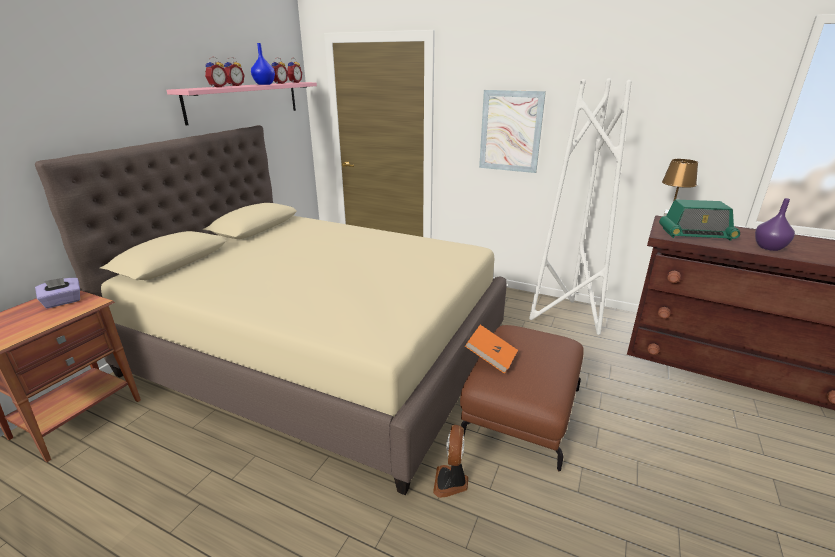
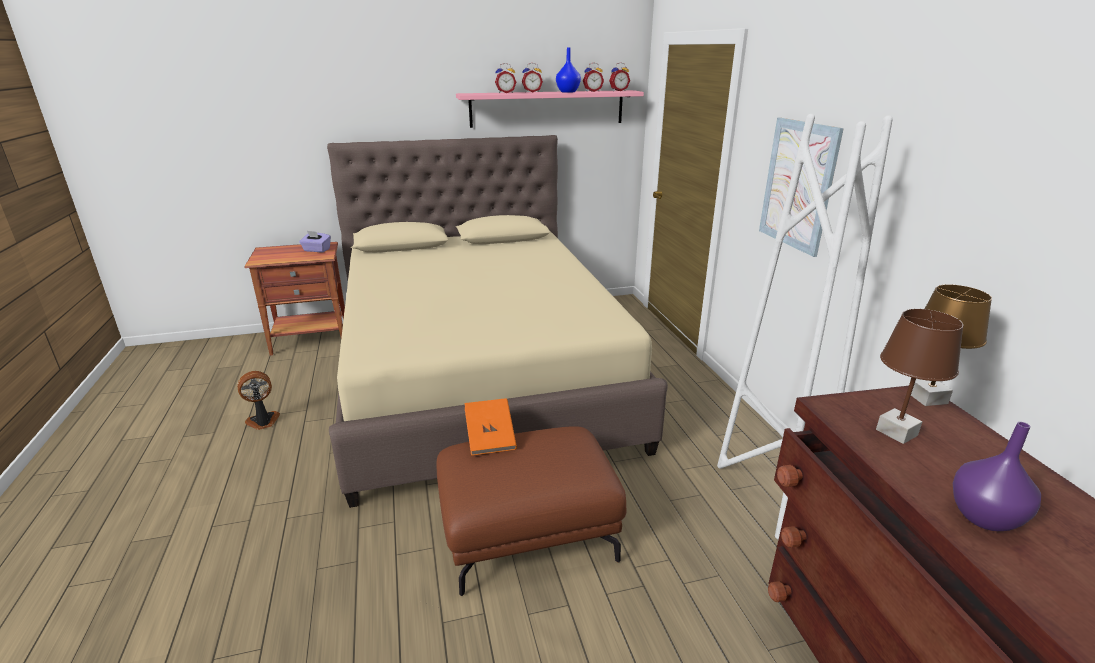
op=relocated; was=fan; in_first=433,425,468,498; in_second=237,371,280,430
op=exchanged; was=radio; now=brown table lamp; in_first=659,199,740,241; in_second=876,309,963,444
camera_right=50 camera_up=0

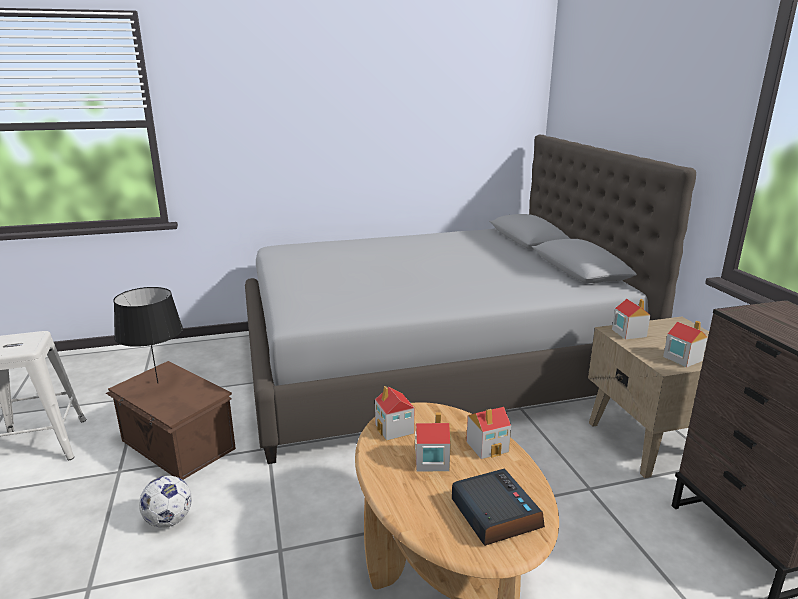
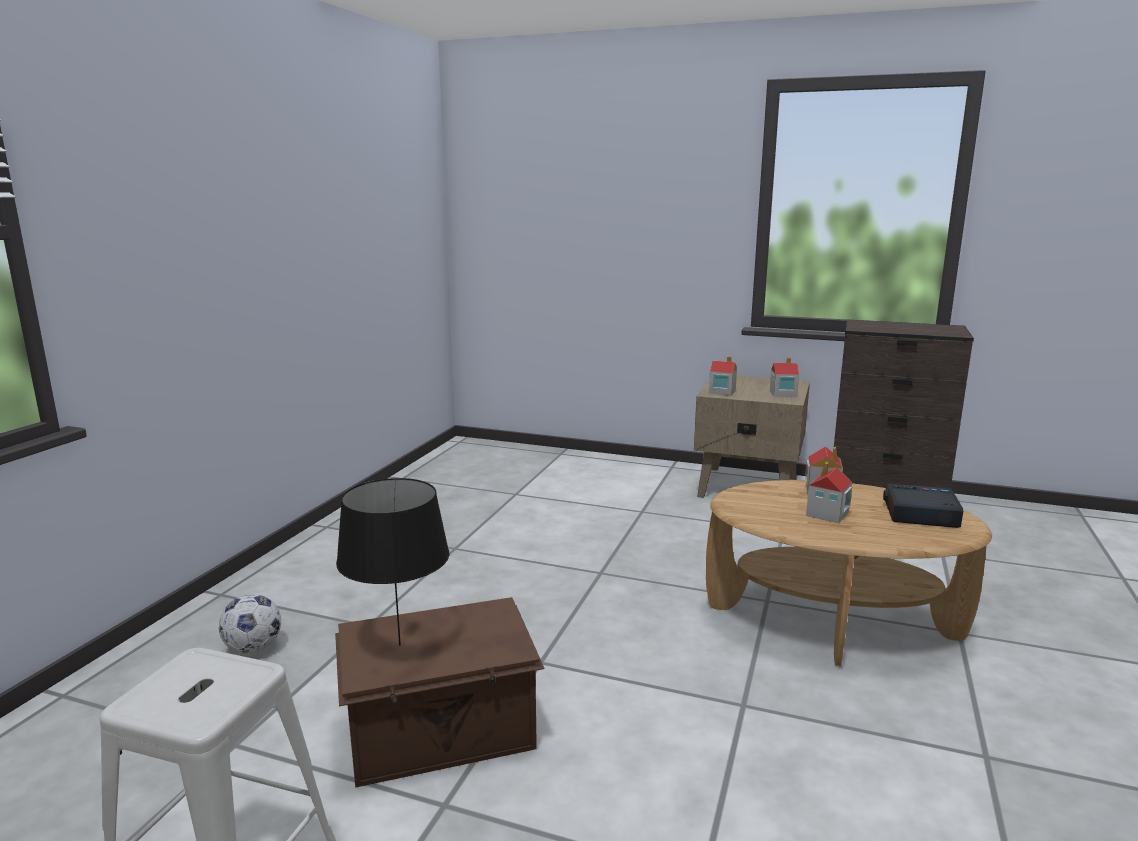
op=missing; was=grey bed; in_first=245,135,696,464
op=missing; was=toy house; in_first=375,386,414,441
op=relocated; was=football; in_first=139,476,192,528; in_second=219,594,281,654
camera_right=-55 camera_up=-5

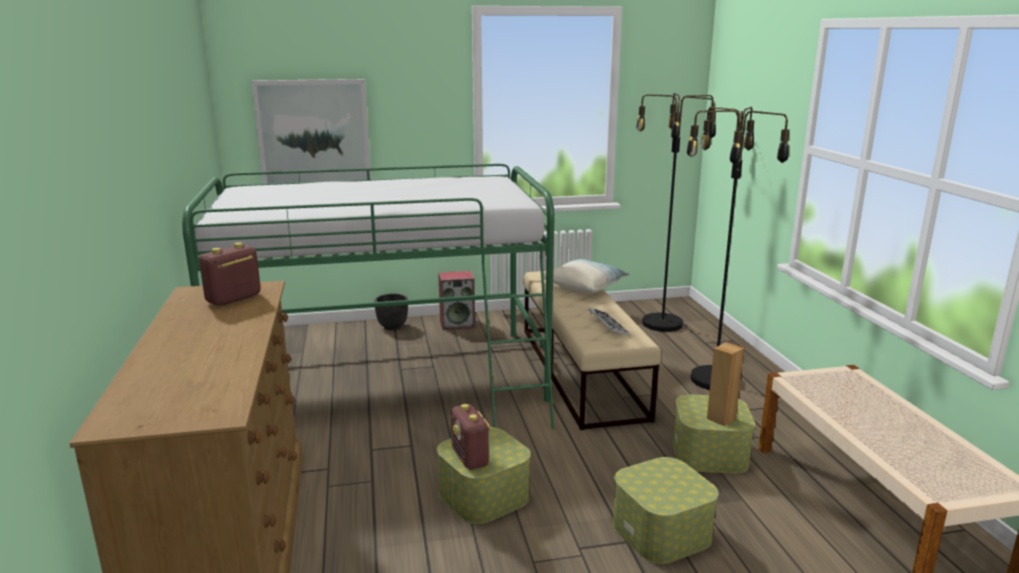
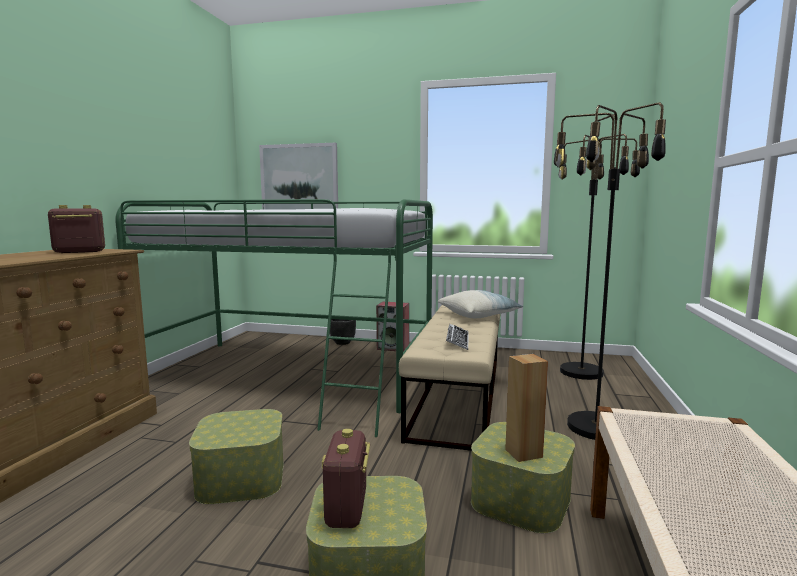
op=relocated; was=radio; in_first=451,404,492,470; in_second=322,428,370,528
camera_right=25 camera_up=-10

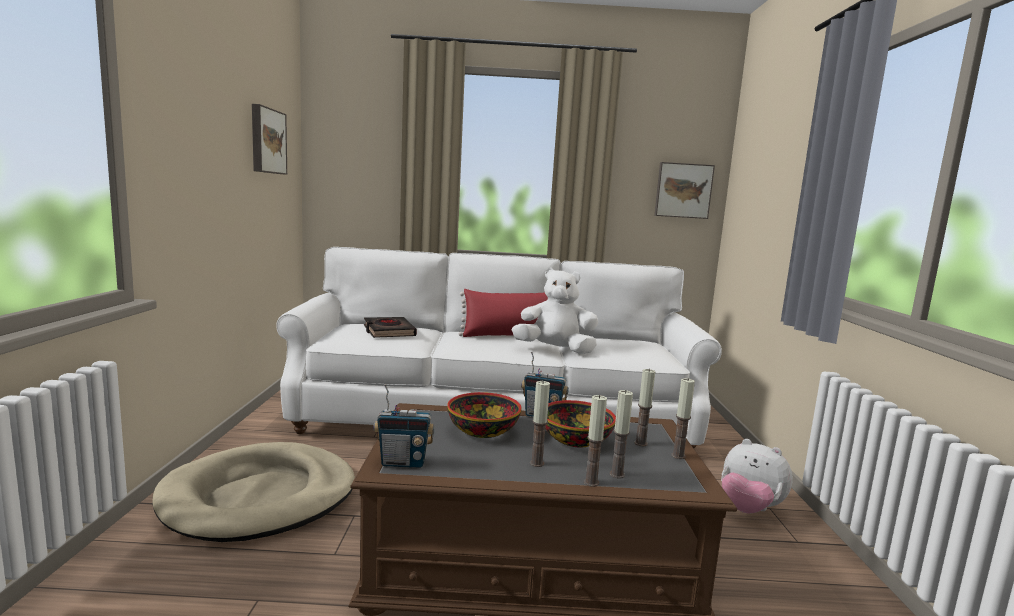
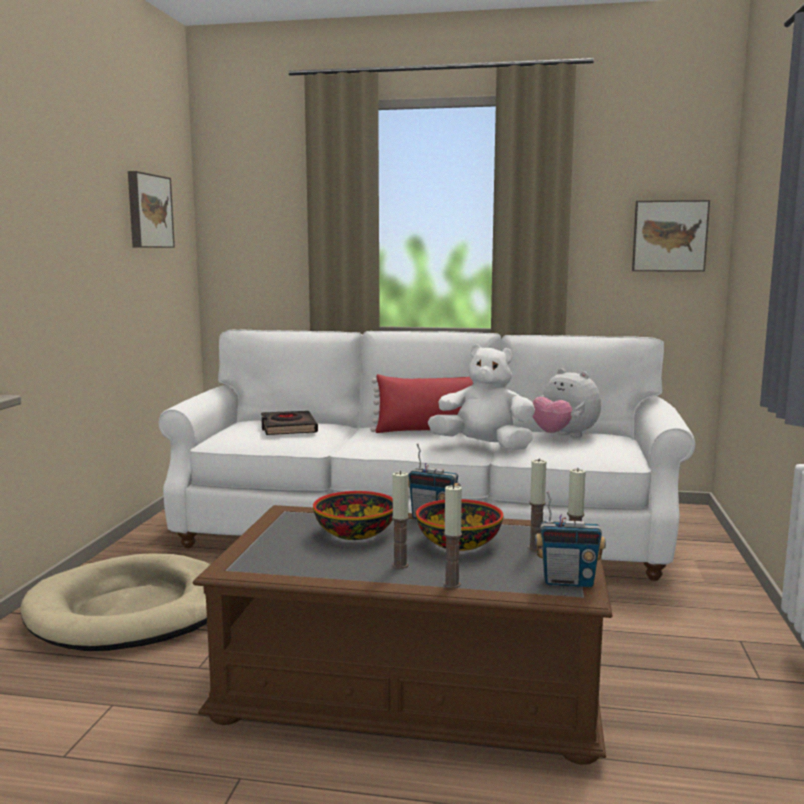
op=missing; was=candle; in_first=610,390,633,479
op=relocated; was=radio; in_first=373,384,435,468; in_second=535,491,606,587
op=relocated; was=plush toy; in_first=721,439,793,513; in_second=532,368,601,438
camera_right=10 camera_up=0

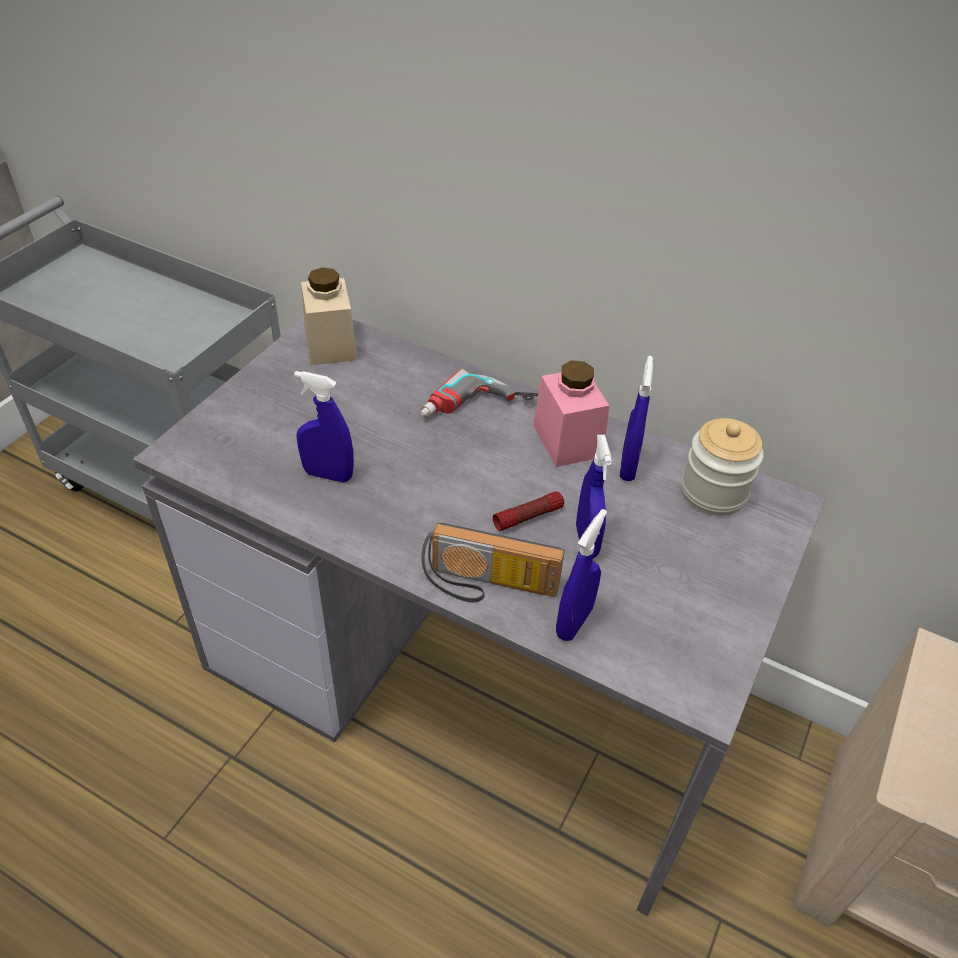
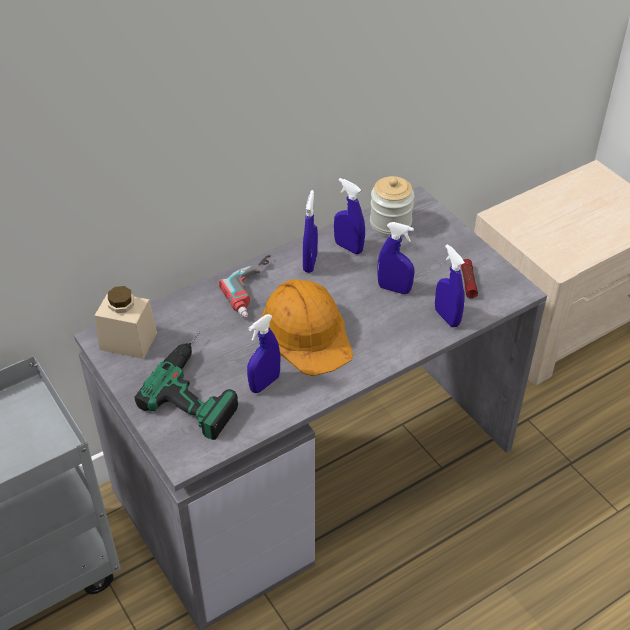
op=missing; was=radio; in_first=421,523,565,603
op=appeared; now=power drill; in_second=135,332,238,440
op=appeared; now=orange hard hat; in_second=260,279,353,376
op=relocated; was=flashlight; in_first=493,491,564,531; in_second=461,259,478,298
op=exchanged; was=pink jar; now=blue spray bottle; in_first=533,360,609,467; in_second=303,190,318,273
camera_right=-60 camera_up=0

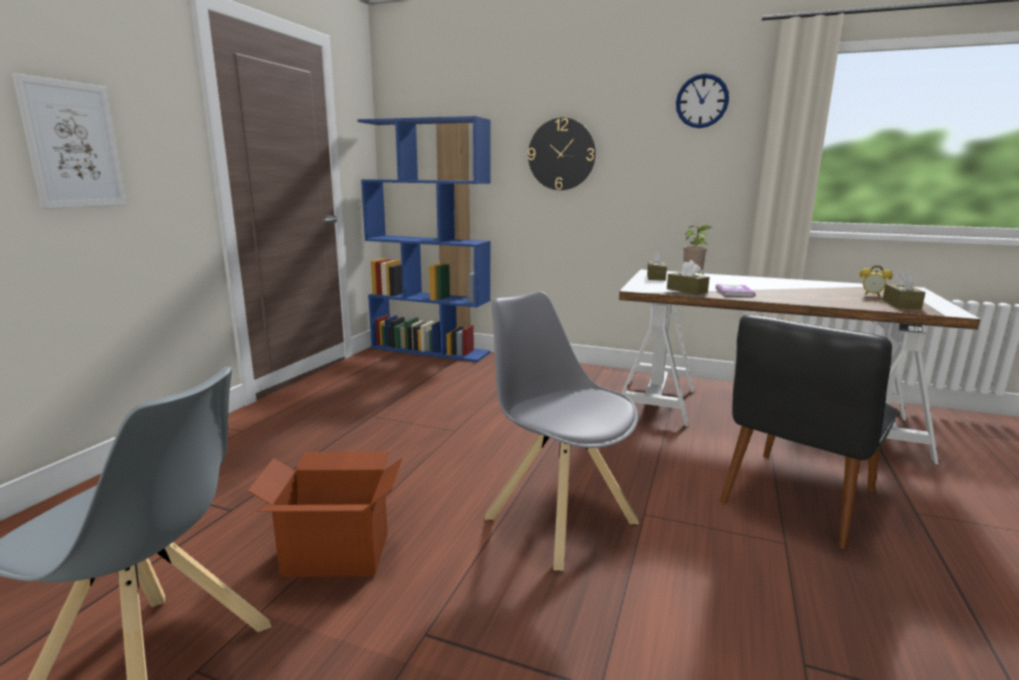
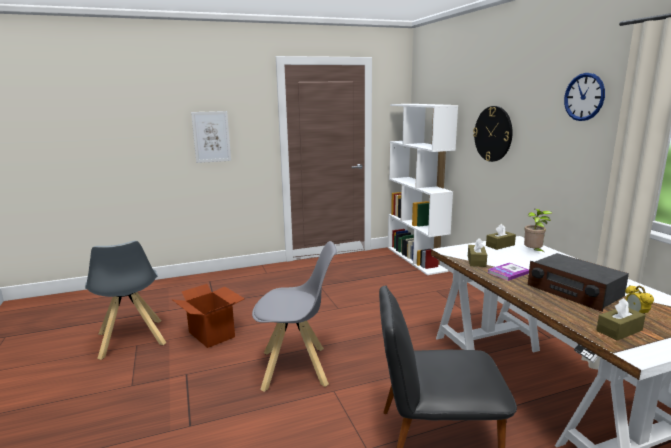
op=appeared; now=radio; in_second=528,253,629,312
op=colour; was=blue bookcase; now=white bookcase; in_first=357,116,491,362; in_second=388,104,458,275
op=spun; was=grey chair; in_first=485,291,639,571; in_second=252,241,337,392; clockwise=75
camera_right=50 camera_up=0

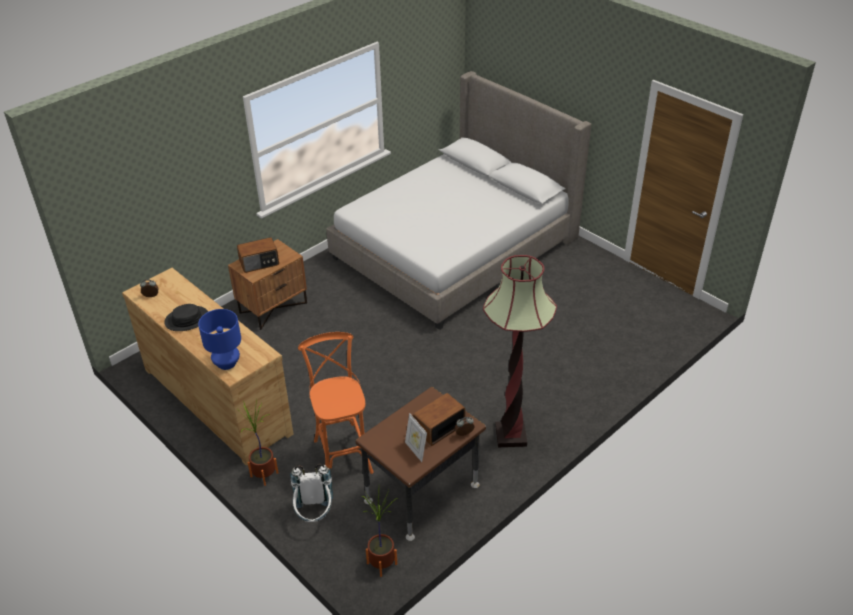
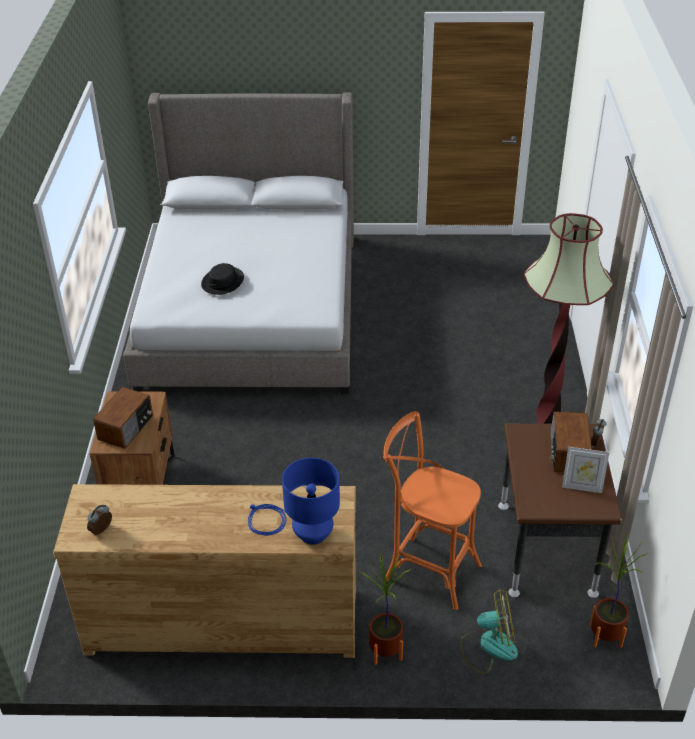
op=relocated; was=black hat; in_first=164,304,208,331; in_second=201,263,244,295
op=exchanged; was=white backpack; now=fan; in_first=290,464,333,522; in_second=460,589,518,674
camera_right=-45 camera_up=0

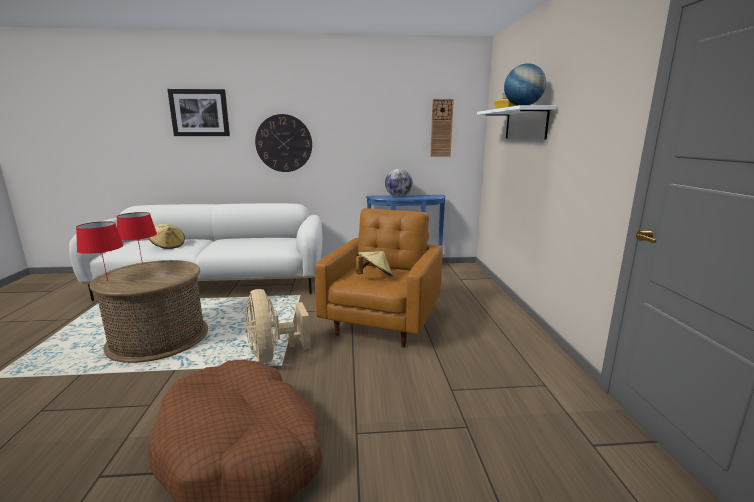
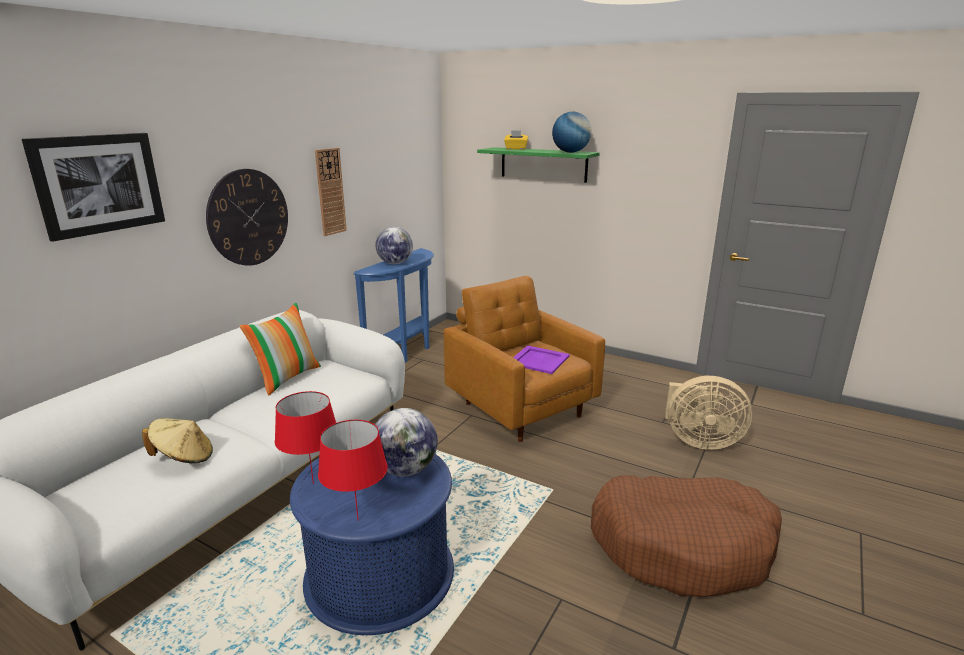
op=appeared; now=pillow; in_second=239,303,321,395
op=appeared; now=globe; in_second=375,408,438,476
op=relocated; was=beige fan; in_first=244,289,311,363; in_second=665,376,752,450
op=relocated; was=wall clock; in_first=430,99,454,157; in_second=315,148,347,236
op=exchanged; was=beige hat; now=purple tray; in_first=356,251,393,277; in_second=513,345,570,374
op=colour; was=brown coffee table; now=blue coffee table; in_first=89,260,208,363; in_second=290,454,454,635
op=colour; was=white shelf; now=green shelf; in_first=477,105,556,139; in_second=477,147,600,183
camera_right=-55 camera_up=5

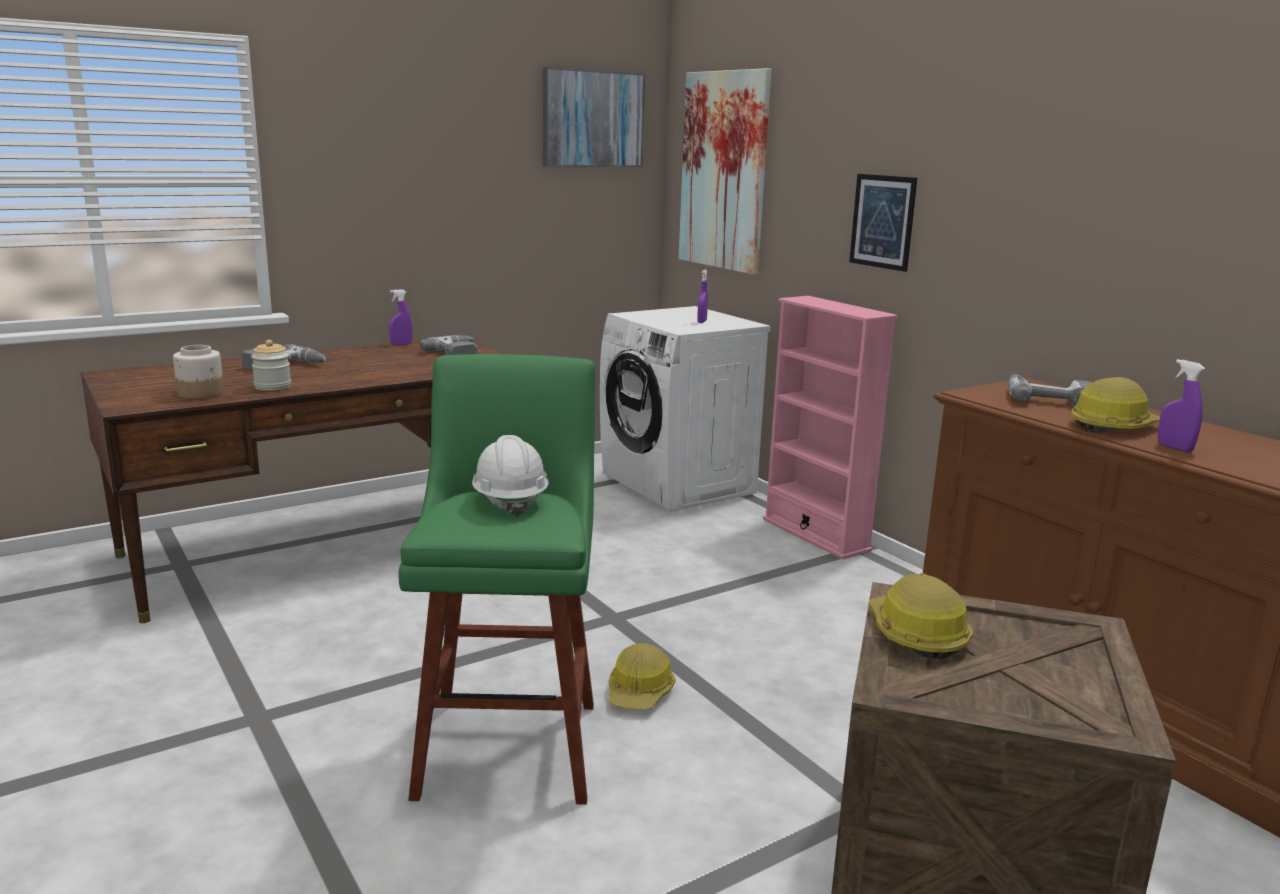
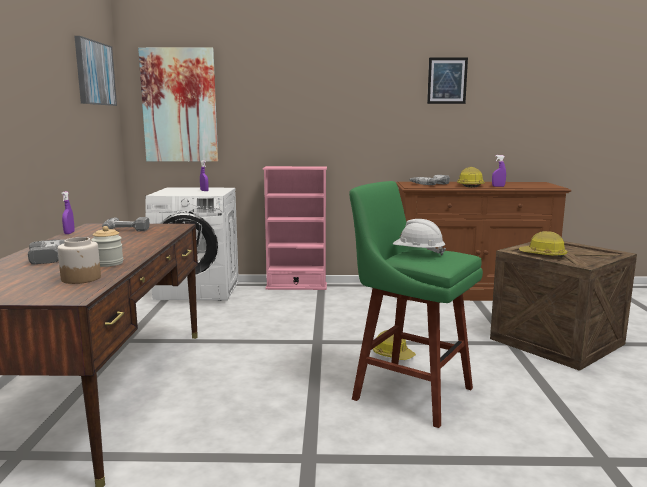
op=relocated; was=picture; in_first=849,174,917,272; in_second=427,57,468,104
camera_right=-55 camera_up=-5

